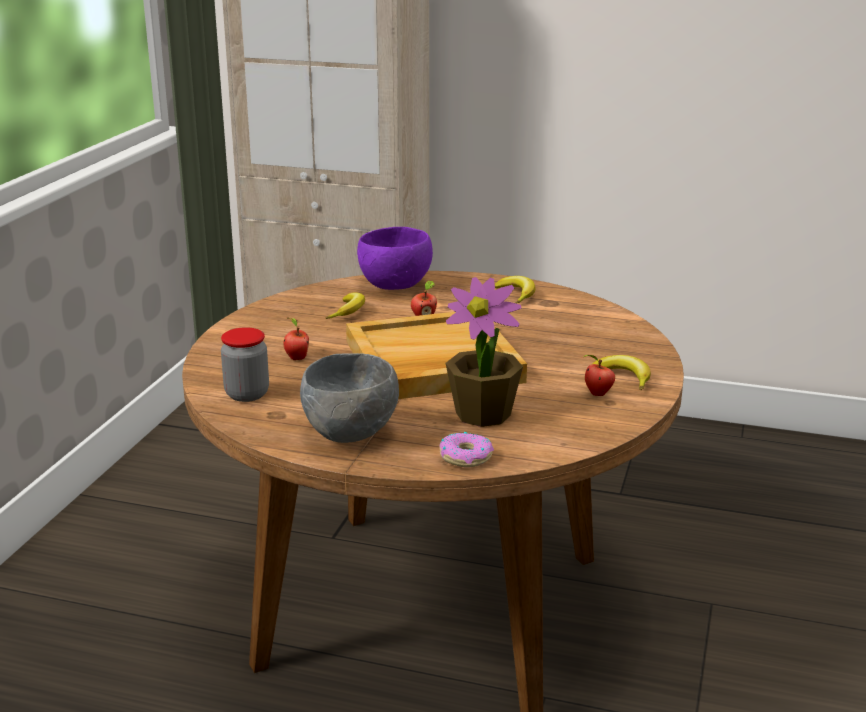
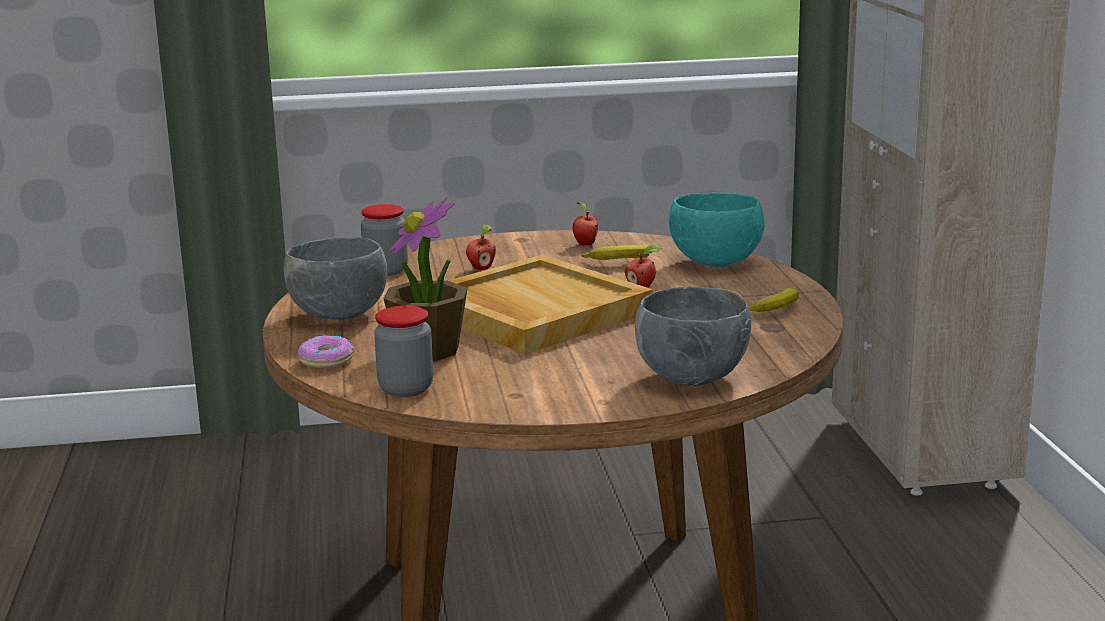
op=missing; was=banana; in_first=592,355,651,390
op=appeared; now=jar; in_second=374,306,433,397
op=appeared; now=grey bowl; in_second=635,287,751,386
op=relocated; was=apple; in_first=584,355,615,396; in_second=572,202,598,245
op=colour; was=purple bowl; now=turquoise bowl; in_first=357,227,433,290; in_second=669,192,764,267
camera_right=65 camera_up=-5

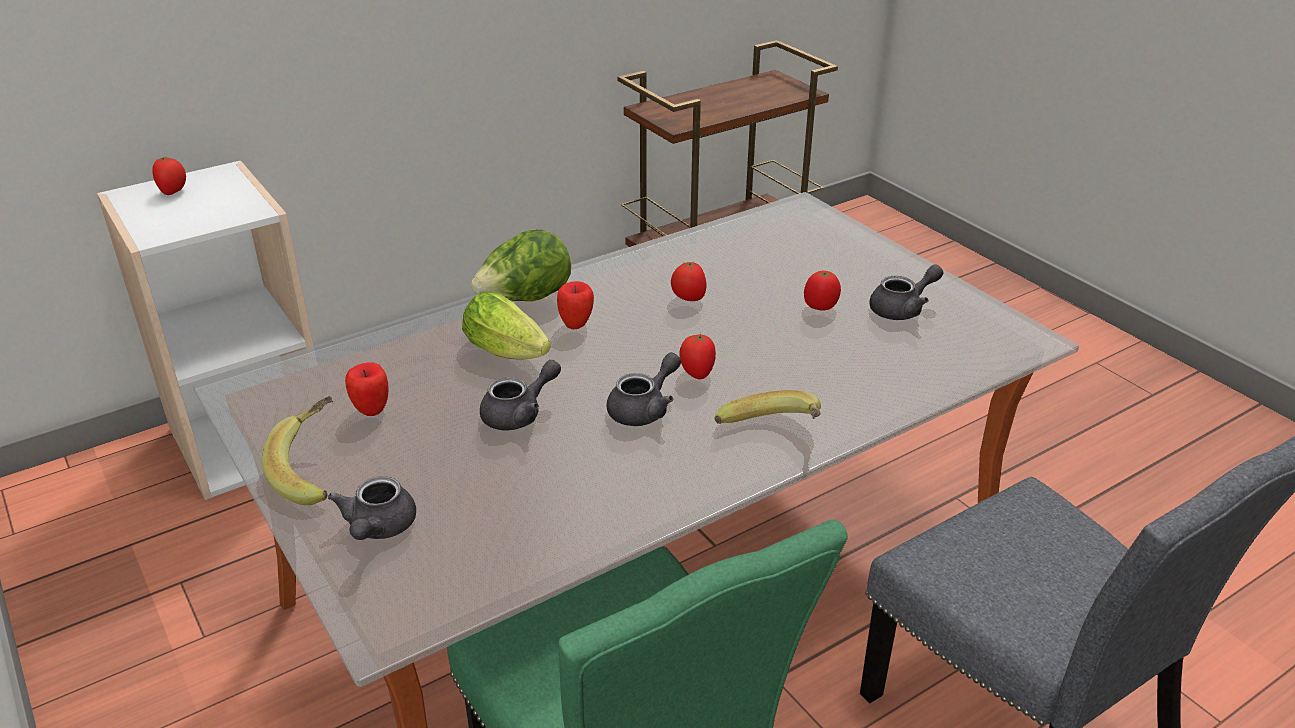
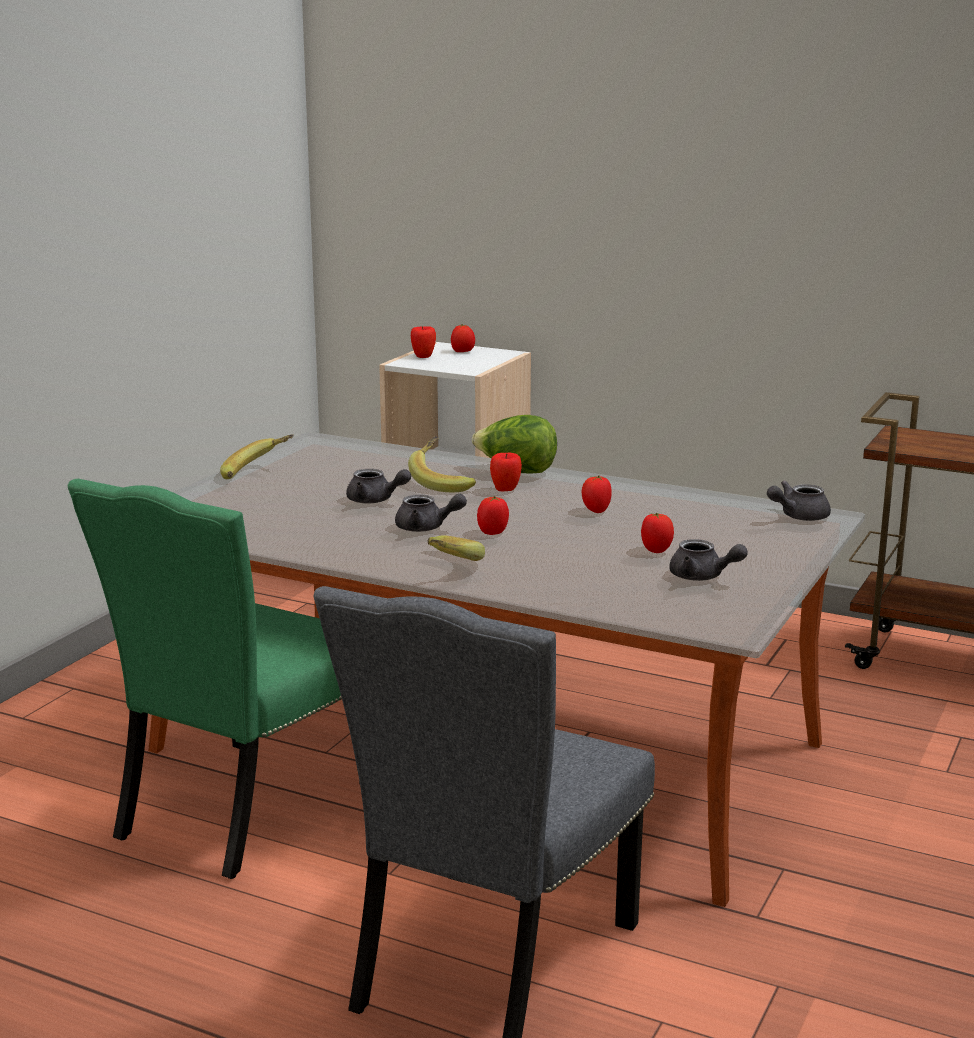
op=relocated; was=grey teapot; in_first=328,476,416,540; in_second=767,480,831,521
op=relocated; was=apple; in_first=345,362,389,416; in_second=411,326,436,358
op=exchanged; was=lettuce; now=banana; in_first=462,291,551,360; in_second=408,436,476,492
camera_right=60 camera_up=-15

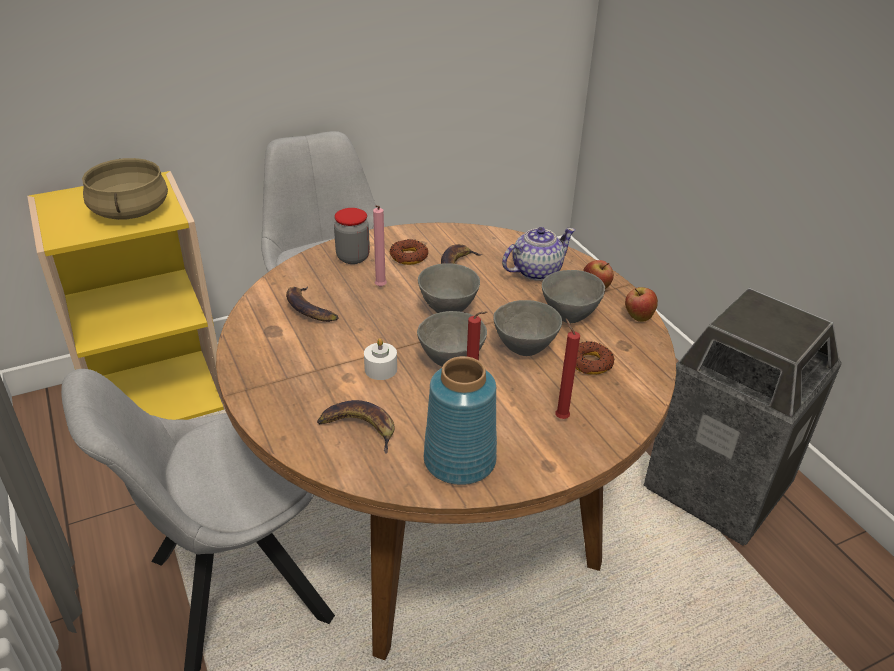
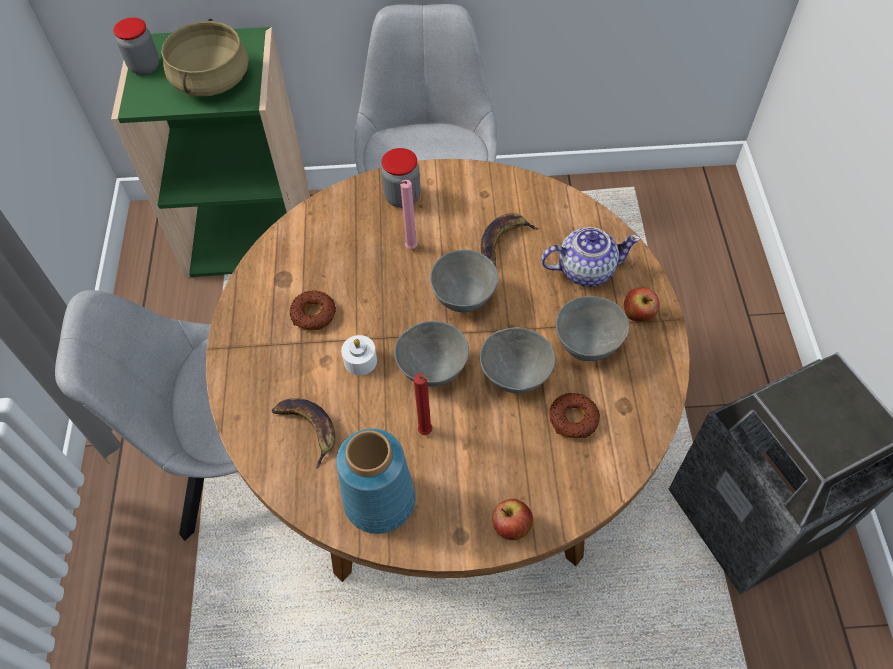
op=missing; was=banana; in_first=286,286,339,322
op=missing; was=red candle; in_first=555,319,580,419
op=appeared; now=jar; in_second=113,18,159,75
op=relocated; was=donut; in_first=390,239,428,265; in_second=290,291,336,330
op=relocated; was=apple; in_first=625,287,658,322; in_second=492,499,533,540
op=colour; was=yellow bookcase; now=green bookcase; in_first=27,171,225,420; in_second=111,27,310,278
camera_right=25 camera_up=20

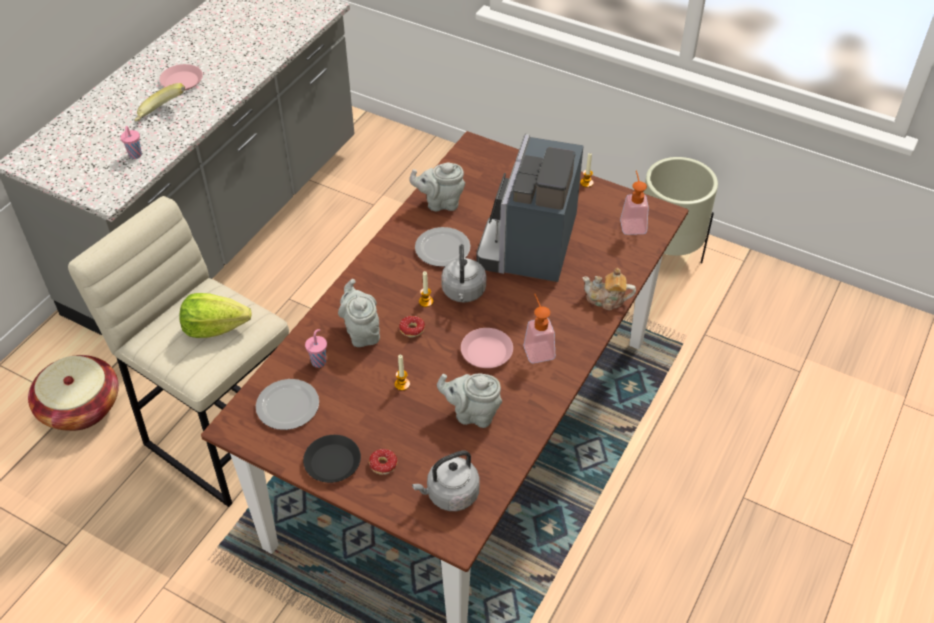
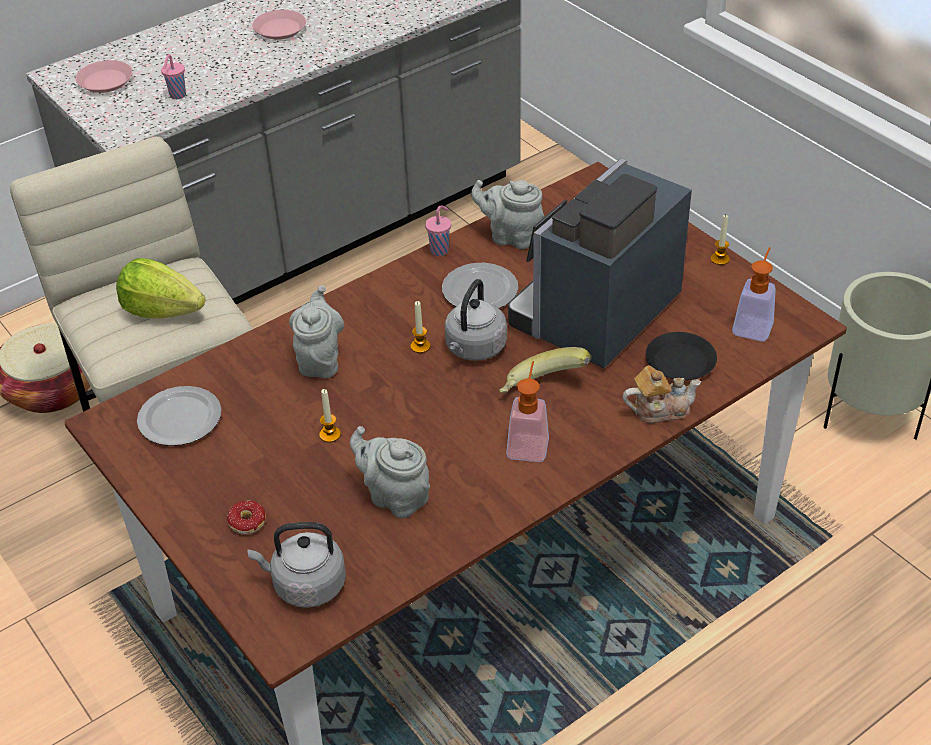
op=missing; was=donut; in_first=399,316,425,338
op=relocated; was=banana; in_first=134,83,185,121; in_second=499,347,591,393
op=relocated; was=black plate; in_first=303,435,361,483; in_second=646,332,717,380
op=relocated; was=pink cup; in_first=305,329,327,368; in_second=425,206,451,256
op=relocated; was=pink plate; in_first=461,328,513,368; in_second=75,60,133,93
op=spun; was=teapot; in_first=583,268,636,310; in_second=623,366,701,423; clockwise=135
camera_right=25 camera_up=-5

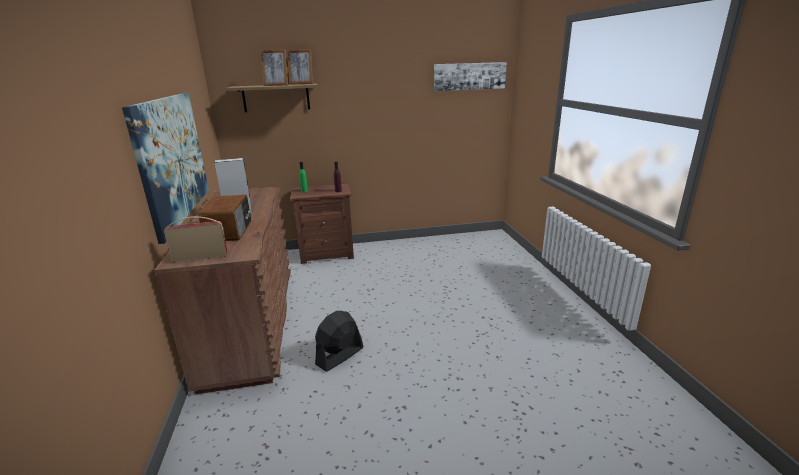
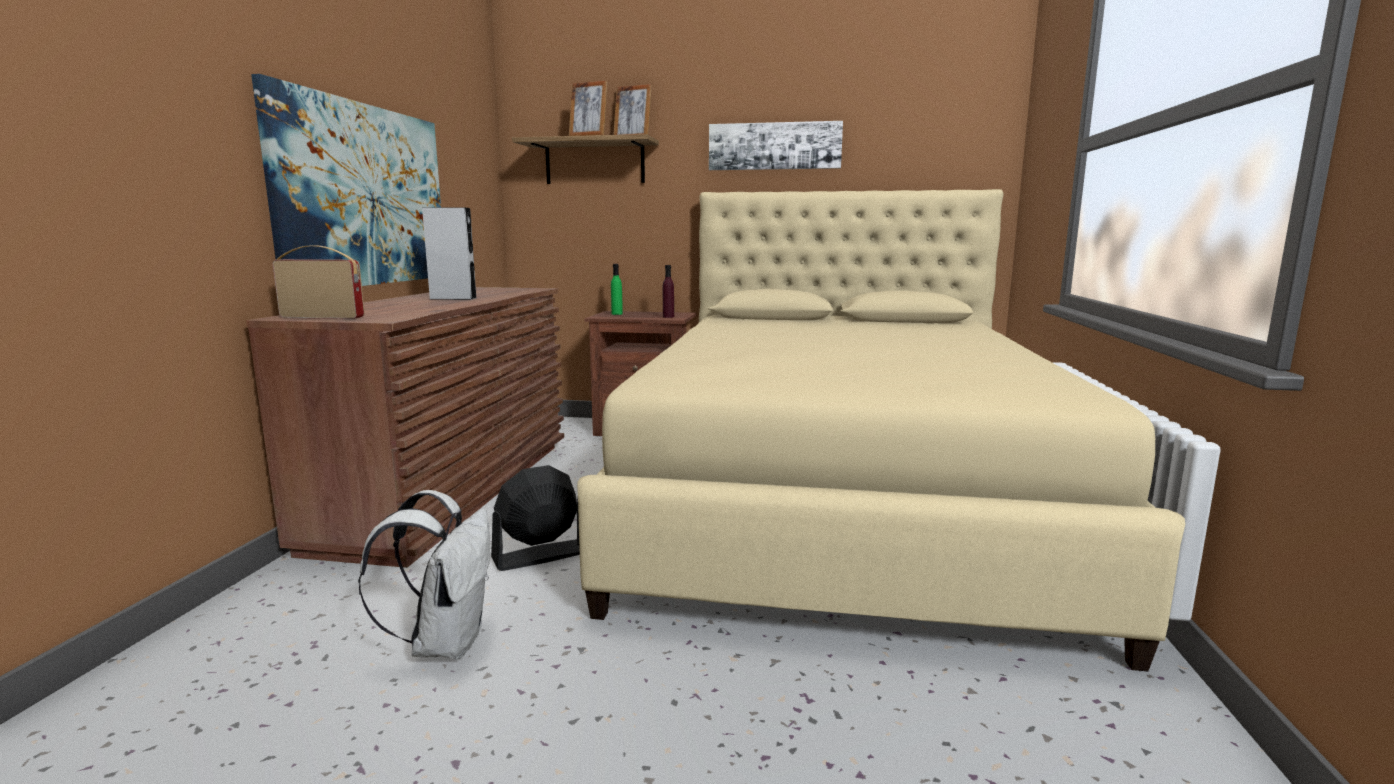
op=missing; was=radio; in_first=198,195,252,241
op=appeared; now=white backpack; in_second=358,490,490,660
op=appeared; now=beige bed; in_second=577,189,1185,671
op=relocated; was=picture; in_first=434,62,507,91; in_second=709,121,843,170
camera_right=20 camera_up=-10

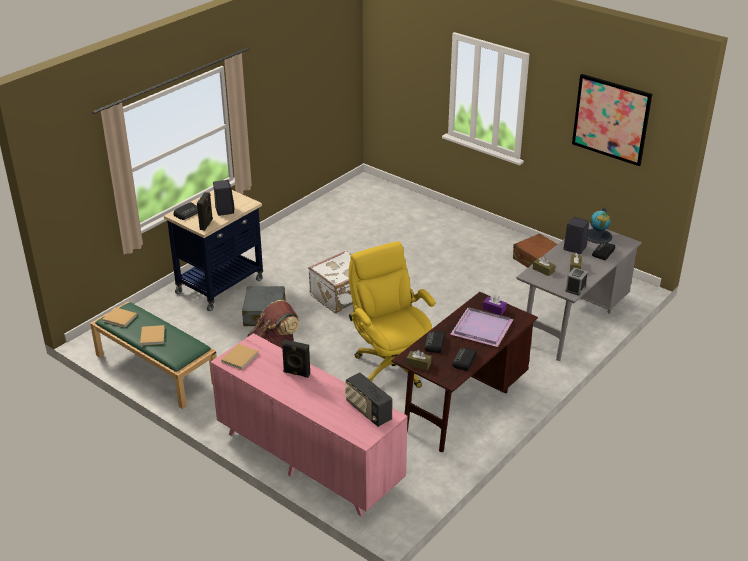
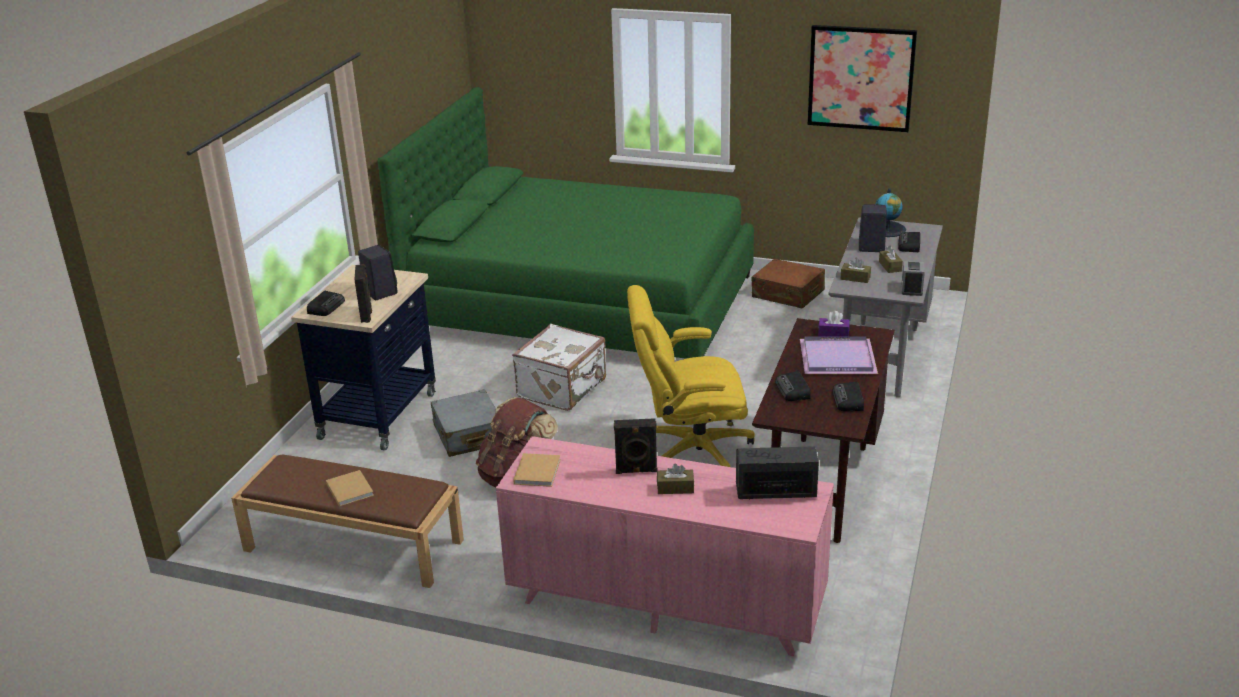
op=missing; was=beige book; in_first=103,307,137,328
op=appeared; now=green bed; in_second=377,87,754,359
op=relocated; was=brown tissue box; in_first=406,350,432,370; in_second=657,463,694,494
op=colour; was=green bench; now=brown bench; in_first=90,301,217,409; in_second=231,455,464,588
op=spun; was=radio; in_first=345,372,392,427; in_second=736,446,819,499; clockwise=150
op=spun; was=yellow office chair; in_first=349,241,435,388; in_second=627,285,755,467; clockwise=-45
camera_right=-20 camera_up=-5

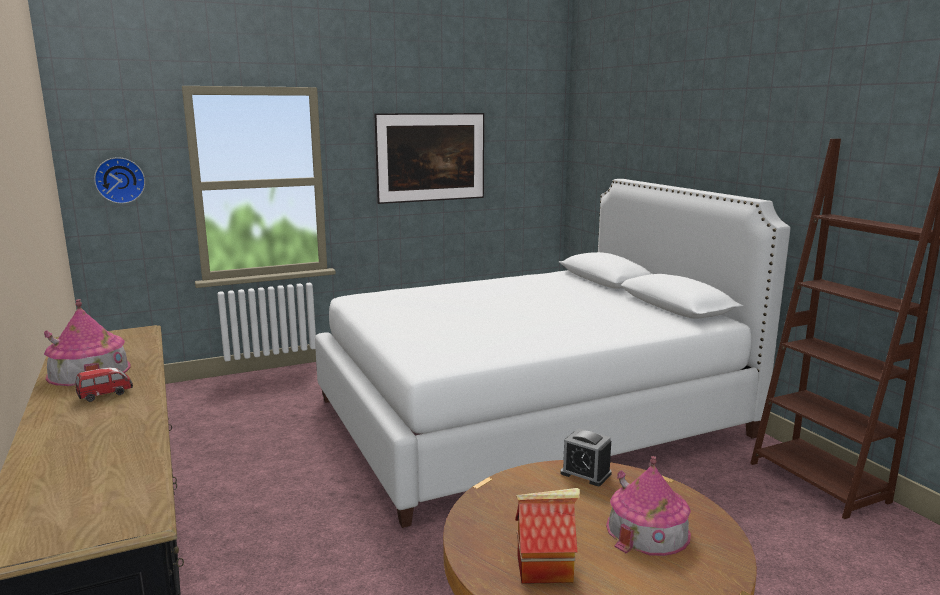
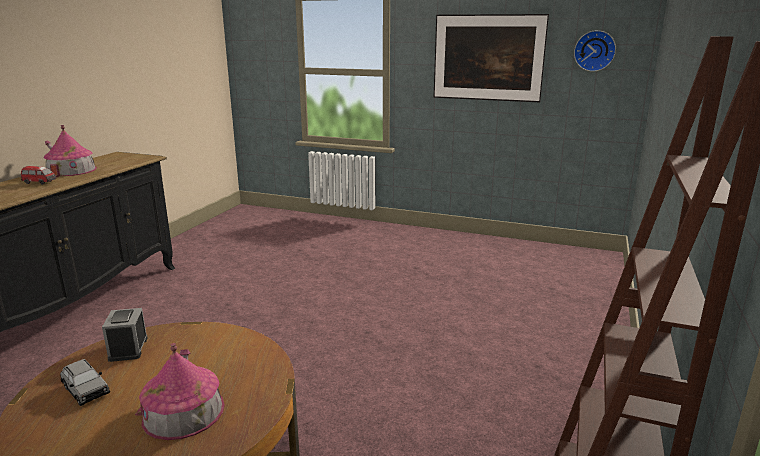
op=missing; was=white bed; in_first=315,179,790,528
op=relocated; was=wall clock; in_first=94,157,145,204; in_second=574,30,616,72
op=relocated; was=alarm clock; in_first=561,428,612,486; in_second=102,308,147,362
op=exchanged; was=toy house; now=grey toy car; in_first=515,488,580,584; in_second=60,359,110,406
camera_right=45 camera_up=5

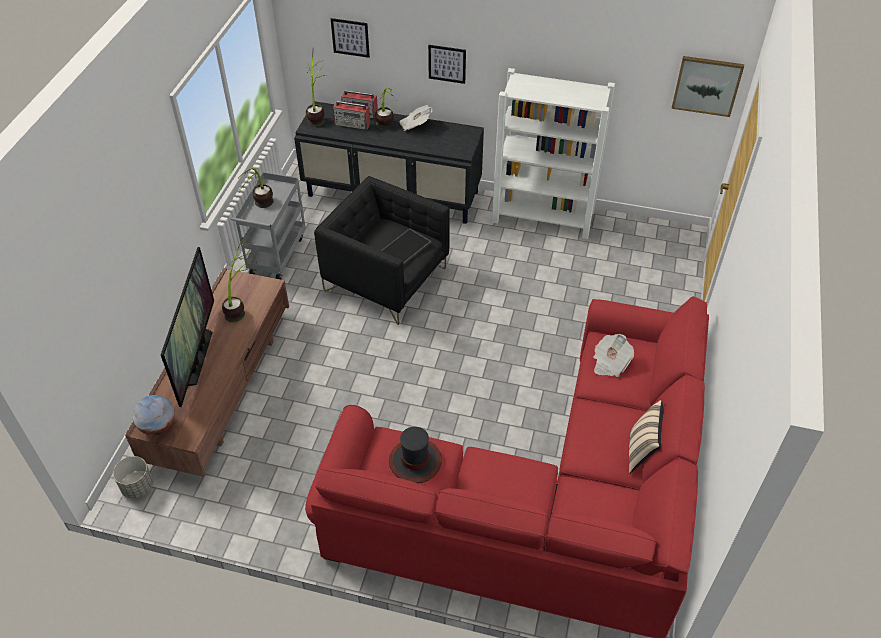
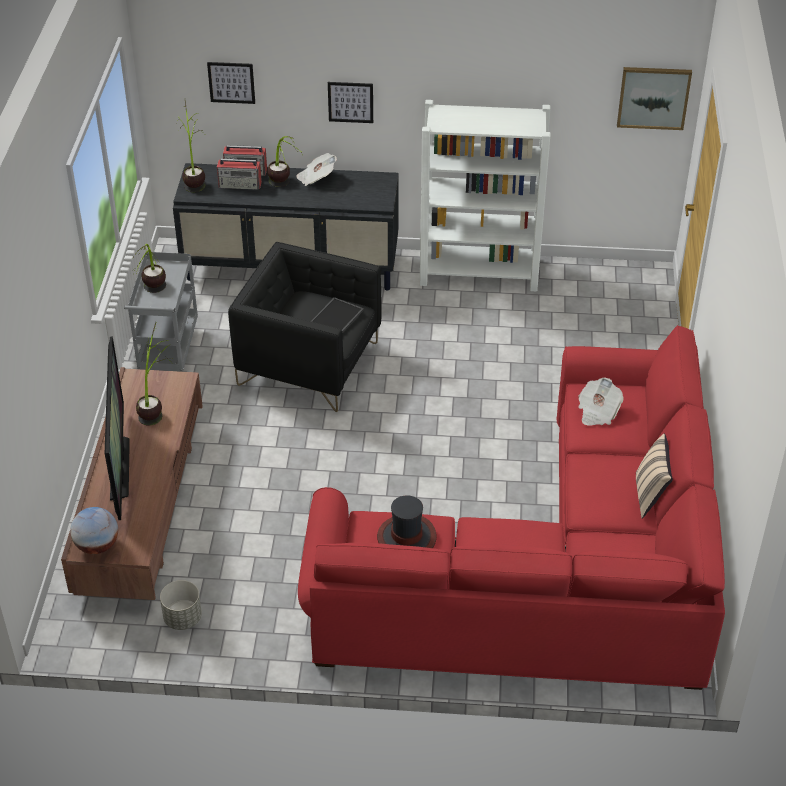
op=relocated; was=grey planter; in_first=113,456,153,498; in_second=160,580,202,630
camera_right=-10 camera_up=-5

